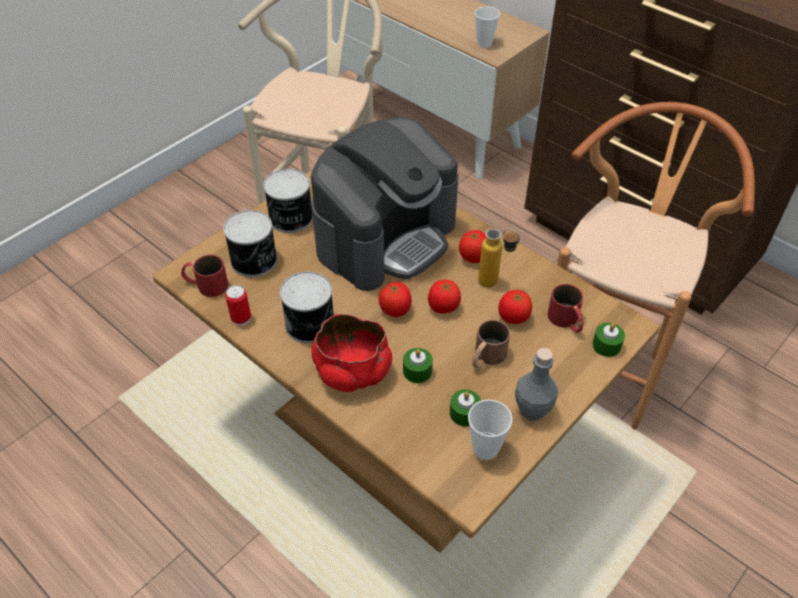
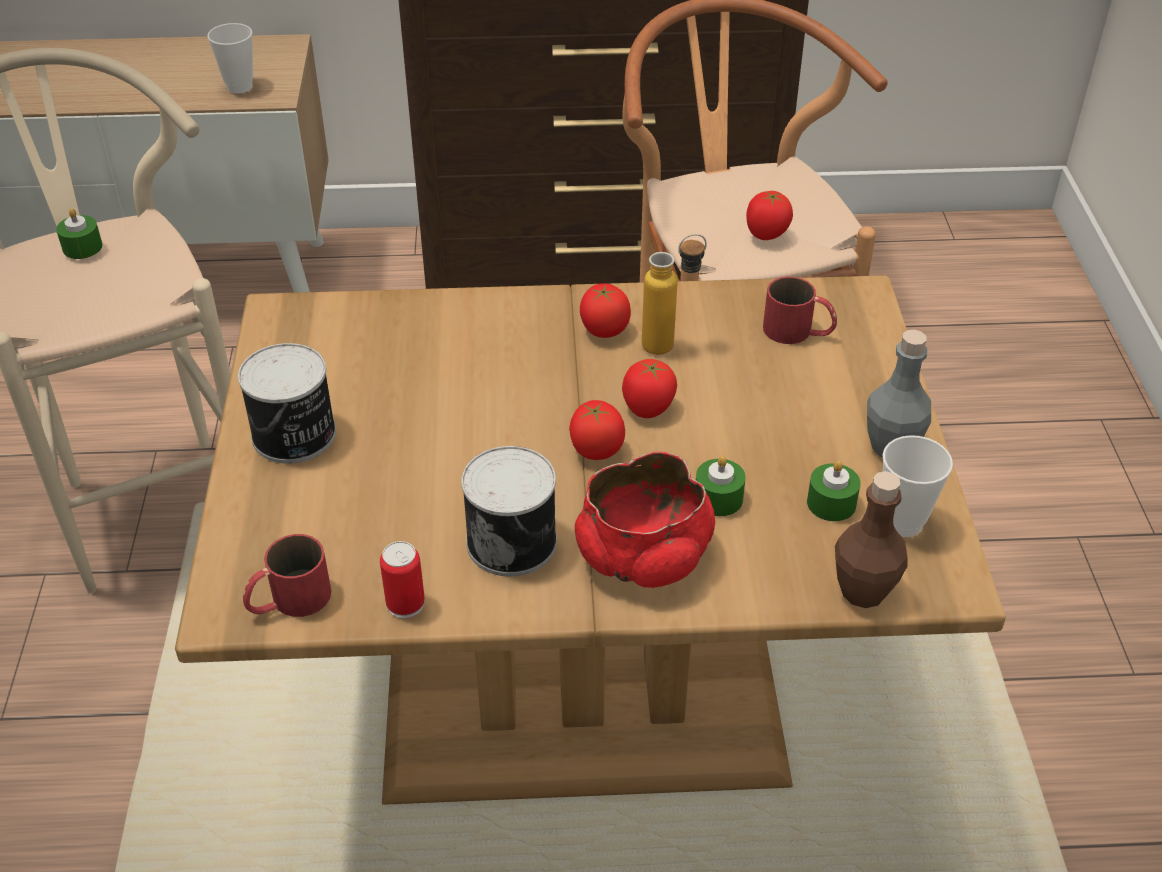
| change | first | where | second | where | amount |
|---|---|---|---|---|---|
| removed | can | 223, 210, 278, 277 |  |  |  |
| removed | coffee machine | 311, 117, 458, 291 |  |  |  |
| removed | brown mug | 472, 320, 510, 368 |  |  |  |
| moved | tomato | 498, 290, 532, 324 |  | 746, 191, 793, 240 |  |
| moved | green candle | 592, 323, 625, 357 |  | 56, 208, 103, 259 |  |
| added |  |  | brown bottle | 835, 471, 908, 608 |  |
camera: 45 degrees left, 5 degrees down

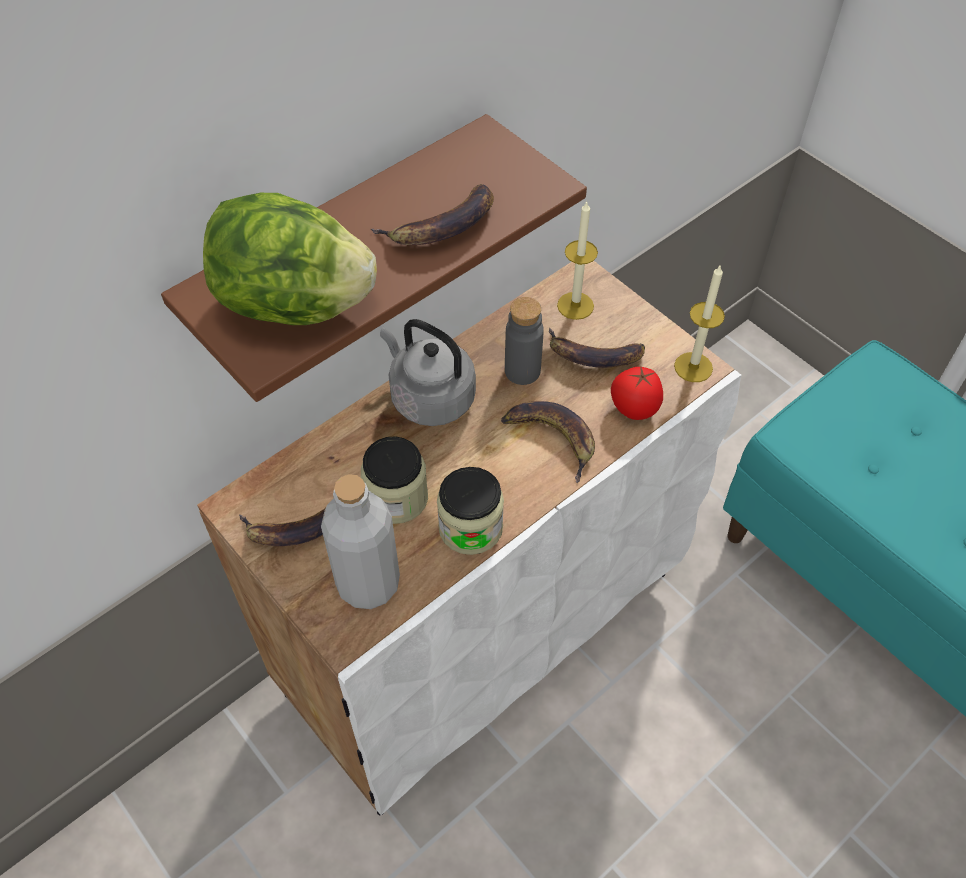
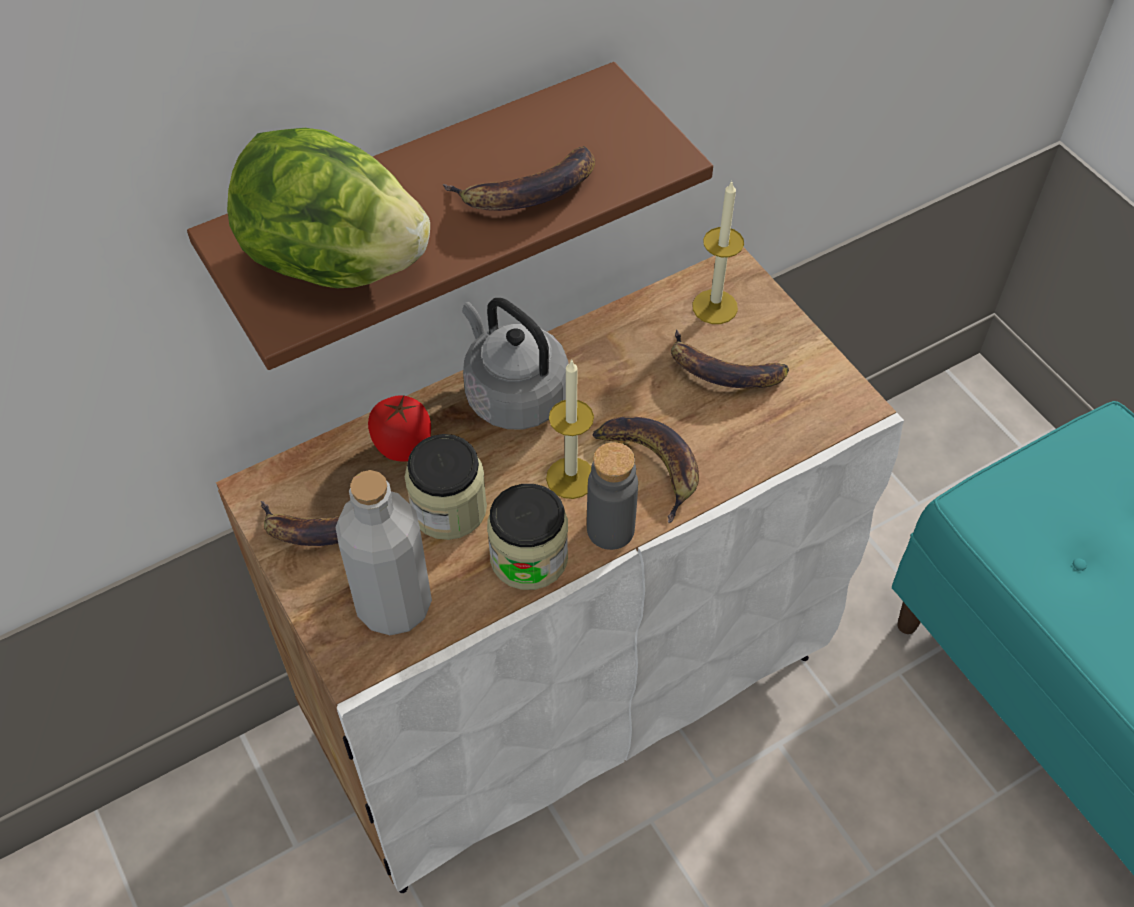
| change | first | where | second | where | amount |
|---|---|---|---|---|---|
| moved | grey bottle | 505, 297, 544, 385 |  | 587, 442, 638, 550 |  |
| moved | tomato | 611, 367, 663, 420 |  | 368, 395, 431, 462 |  |
| moved | candle | 674, 264, 725, 382 |  | 546, 359, 594, 499 |  |
camera: 10 degrees right, 0 degrees up

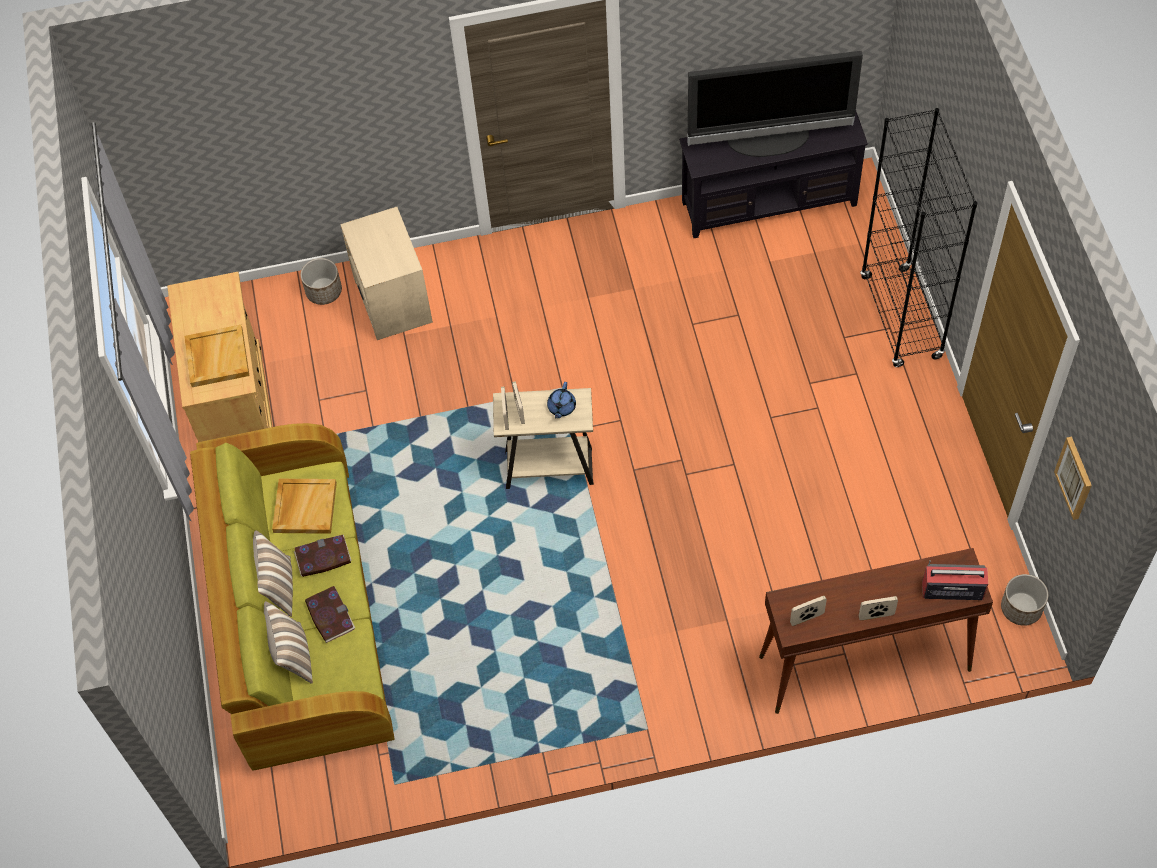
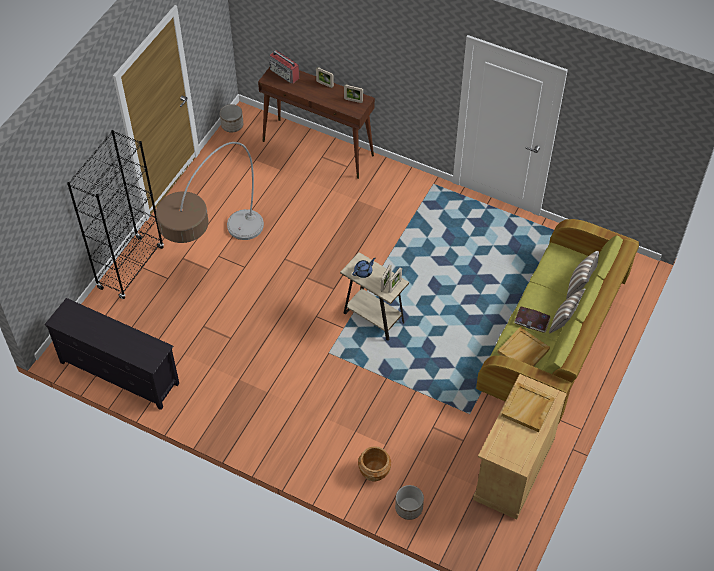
| change | first | where | second | where | amount |
|---|---|---|---|---|---|
| removed | book | 305, 586, 355, 643 |  |  |  |
| replaced | beige side table | 340, 207, 433, 340 | brown planter | 358, 446, 391, 481 |  |
| removed | television | 687, 51, 863, 157 |  |  |  |
| removed | picture | 1054, 436, 1092, 520 |  |  |  |
| added |  |  | floor lamp | 156, 142, 264, 243 |  |
camera: 145 degrees left, 5 degrees down

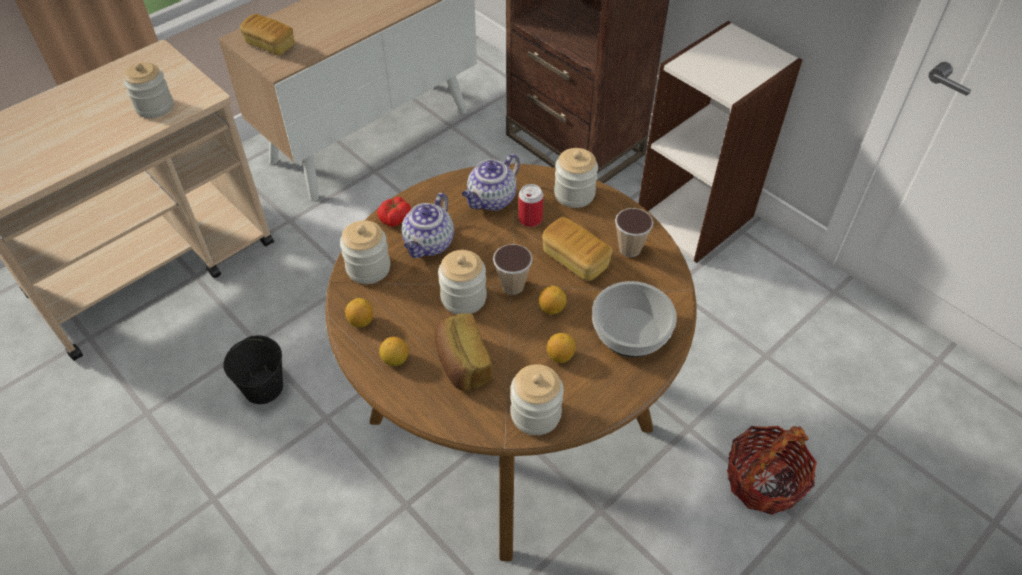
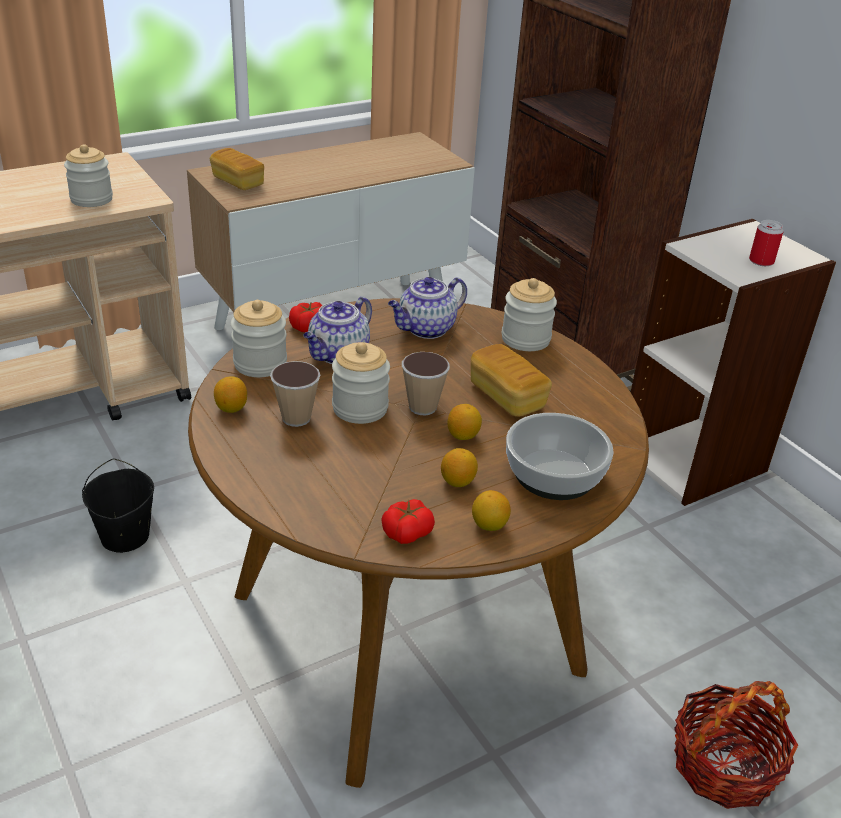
| change | first | where | second | where | amount |
|---|---|---|---|---|---|
| moved | lemon | 379, 337, 409, 366 |  | 472, 490, 511, 531 |  |
| removed | bread | 435, 314, 493, 391 |  |  |  |
| replaced | jar | 510, 364, 564, 435 | tomato | 381, 499, 435, 544 |  |
| moved | can | 519, 184, 543, 227 |  | 749, 220, 784, 266 |  |
| moved | cup | 615, 208, 654, 257 |  | 270, 361, 320, 427 |  |
camera: 10 degrees right, 15 degrees down

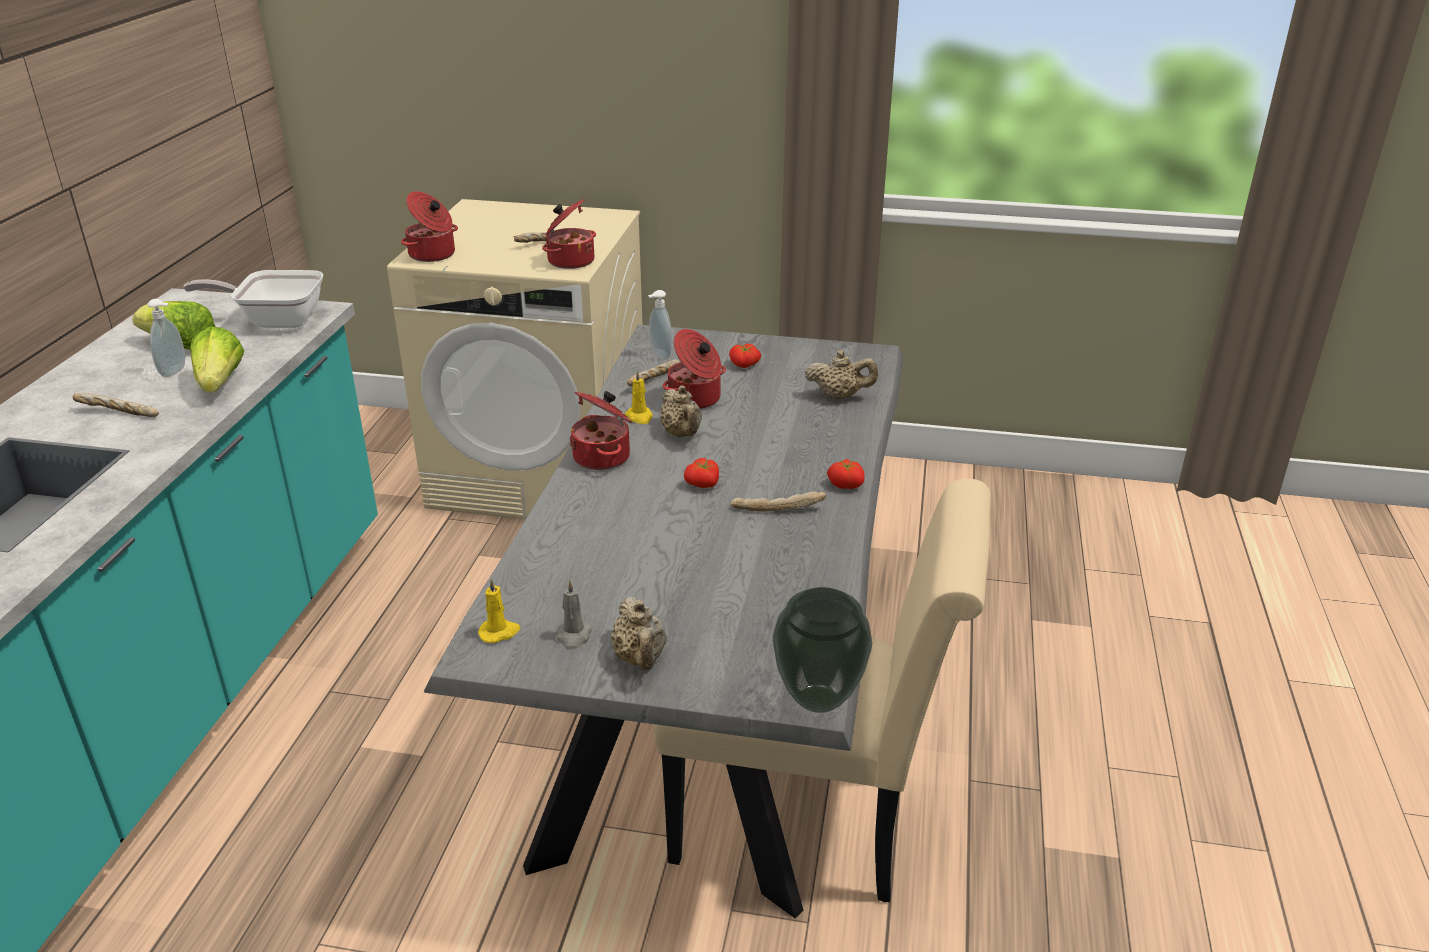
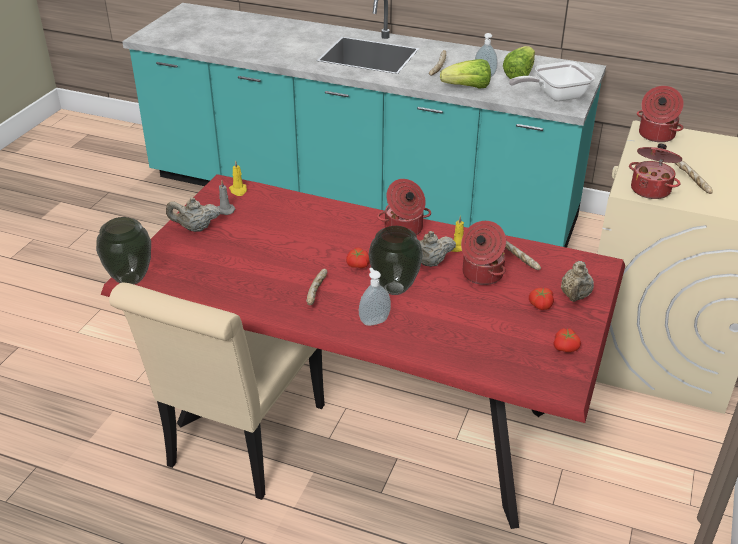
| change | first | where | second | where | amount |
|---|---|---|---|---|---|
| turned | frying pan | 183, 270, 324, 328 |  | 509, 61, 595, 102 | 120 degrees counterclockwise |
| recoloured | grey dining table | 424, 325, 903, 918 | red dining table | 101, 174, 625, 529 |  |
| moved | soap dispenser | 648, 290, 672, 360 |  | 359, 268, 391, 326 |  |
| moved | beige teapot | 805, 350, 878, 399 |  | 561, 261, 594, 302 |  |
| moved | tomato | 827, 459, 865, 489 |  | 553, 328, 581, 352 |  |
| added |  |  | vase | 368, 226, 423, 295 |  |
camera: 100 degrees right, 5 degrees up

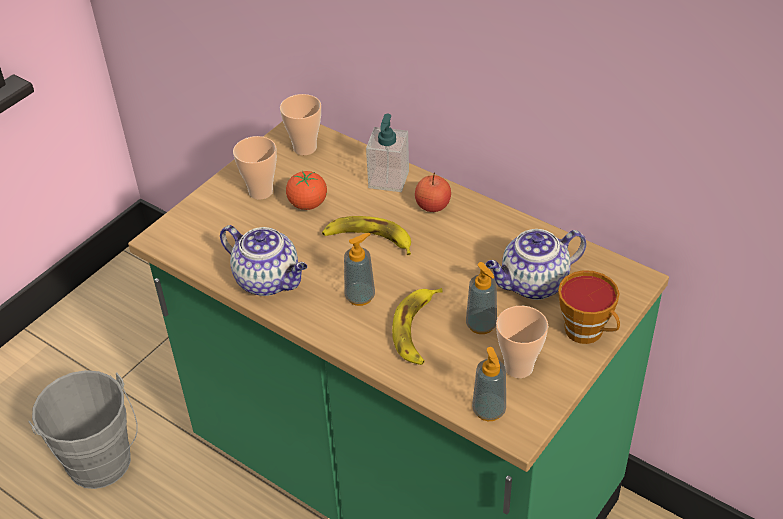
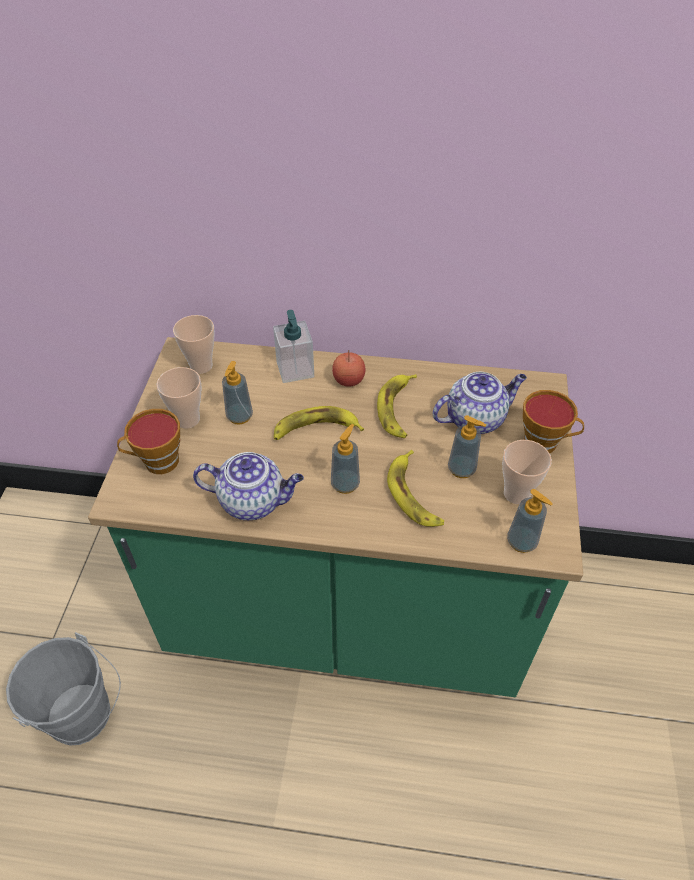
| change | first | where | second | where | amount |
|---|---|---|---|---|---|
| replaced | tomato | 286, 171, 327, 210 | soap dispenser | 222, 361, 253, 425 |  |
| turned | teapot | 486, 229, 586, 300 |  | 432, 372, 527, 434 | 150 degrees counterclockwise |
| added |  |  | cup | 117, 409, 180, 474 |  |
| added |  |  | banana | 377, 374, 417, 438 |  |
camera: 30 degrees left, 5 degrees up

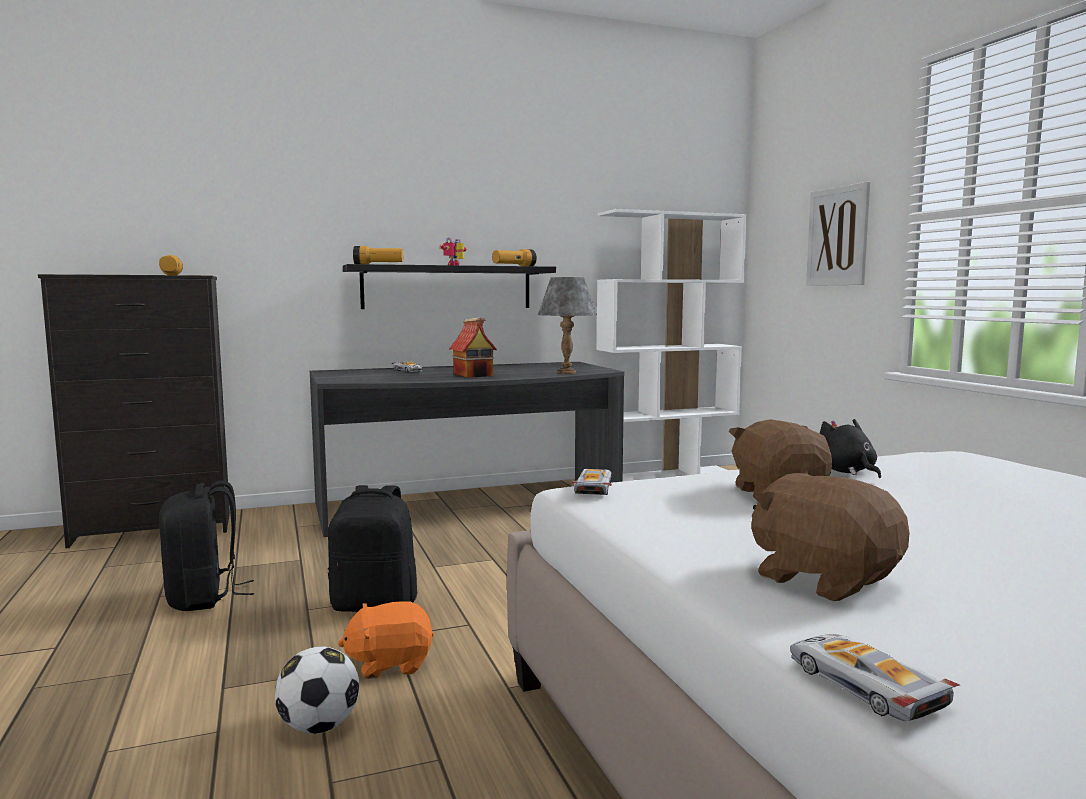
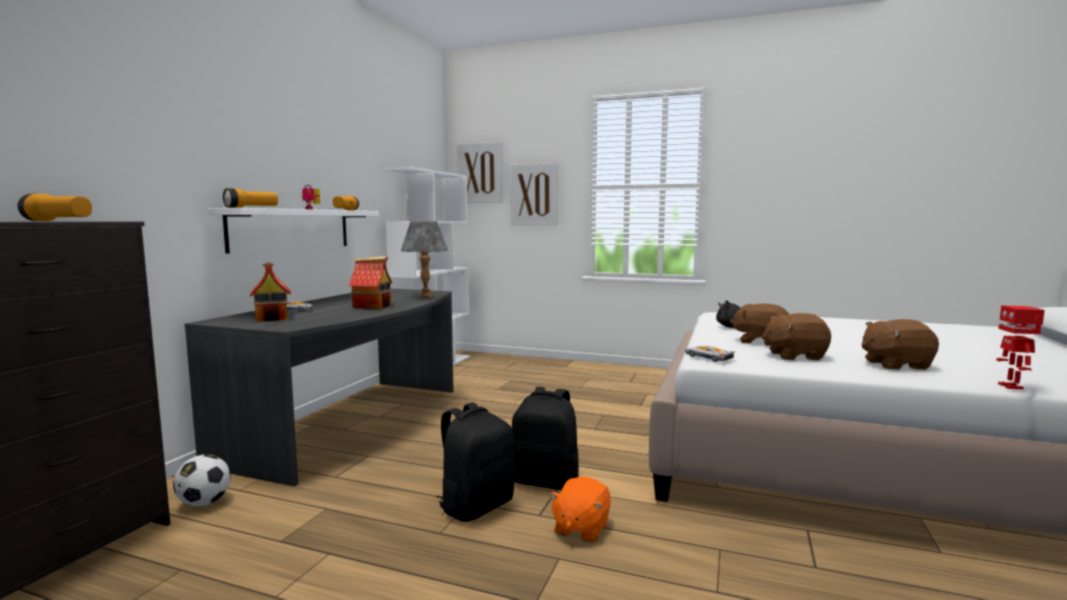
| change | first | where | second | where | amount |
|---|---|---|---|---|---|
| moved | black backpack | 159, 480, 254, 611 |  | 512, 387, 579, 490 |  |
| moved | football | 275, 647, 359, 734 |  | 173, 454, 231, 506 |  |
| recoloured | black shelf | 343, 264, 556, 309 | white shelf | 207, 208, 379, 254 |  |
| replaced | toy car | 790, 634, 960, 721 | toy robot | 996, 305, 1045, 389 |  |
| added |  |  | toy house | 249, 262, 291, 322 |  |
| added |  |  | picture | 457, 142, 503, 203 |  |
| added |  |  | brown plush toy | 762, 313, 831, 360 |  |
camera: 50 degrees left, 0 degrees up

